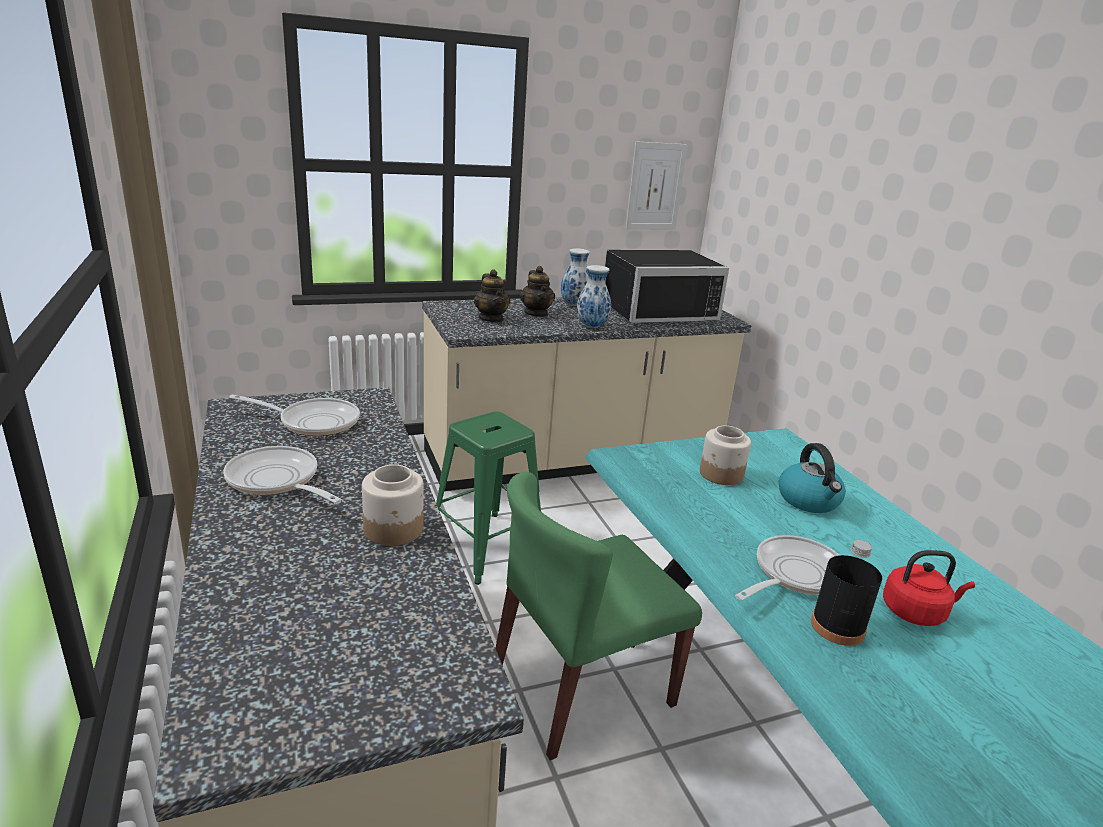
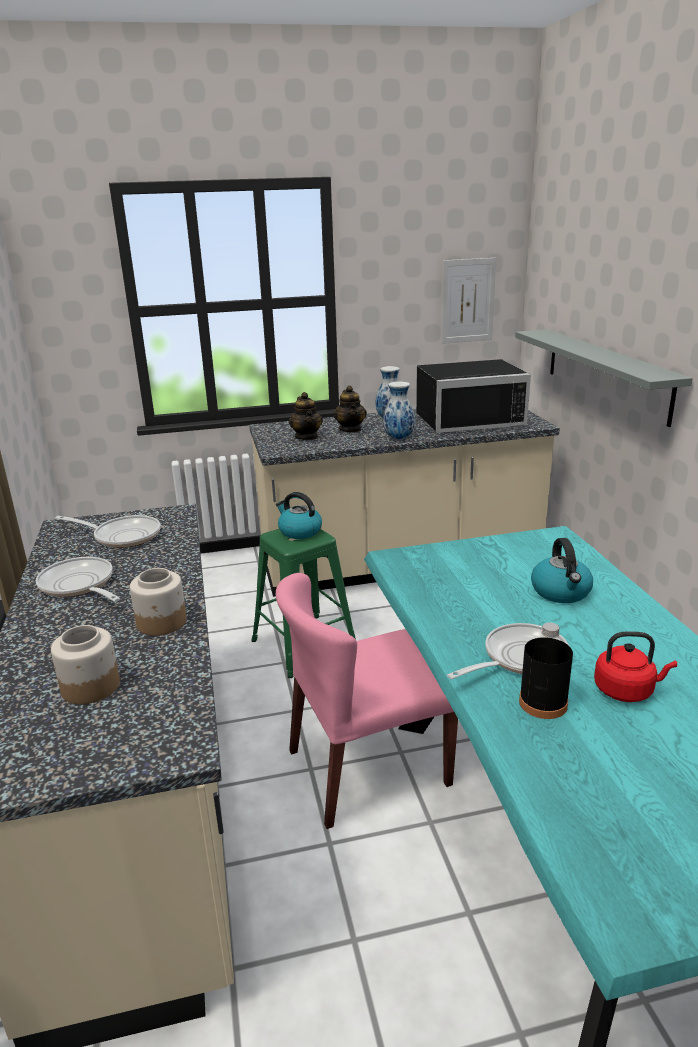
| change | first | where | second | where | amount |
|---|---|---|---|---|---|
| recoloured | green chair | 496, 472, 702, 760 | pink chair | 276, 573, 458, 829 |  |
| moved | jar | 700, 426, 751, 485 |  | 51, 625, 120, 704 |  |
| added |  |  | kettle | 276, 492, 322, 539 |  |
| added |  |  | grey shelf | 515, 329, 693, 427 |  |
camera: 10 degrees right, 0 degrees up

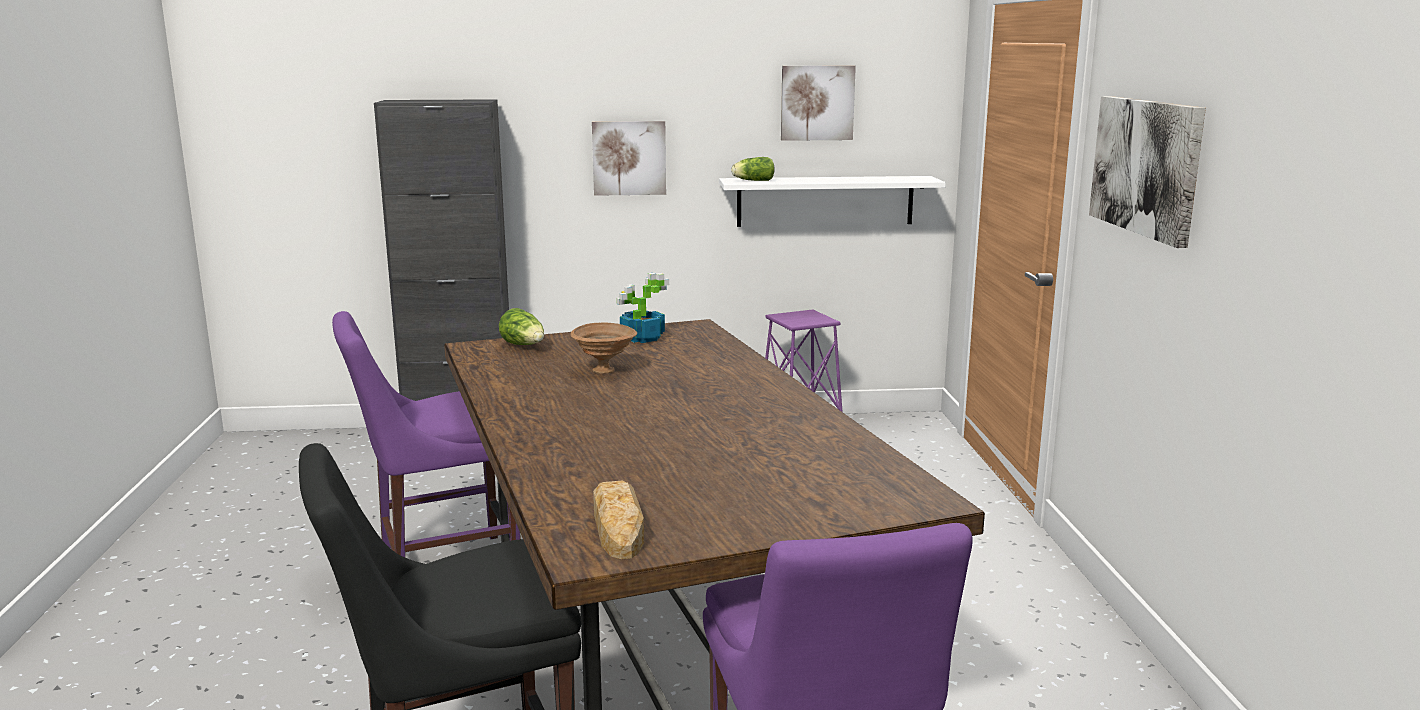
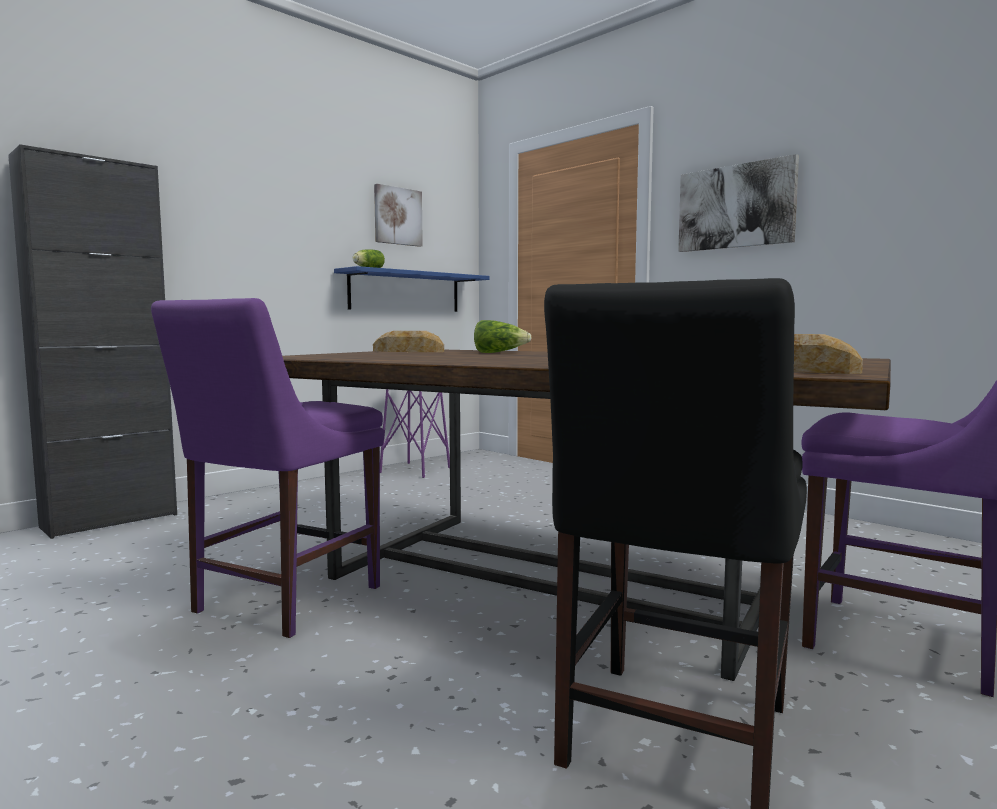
| change | first | where | second | where | amount |
|---|---|---|---|---|---|
| moved | lettuce | 499, 308, 544, 345 |  | 474, 320, 532, 353 |  |
| removed | brown bowl | 570, 323, 637, 374 |  |  |  |
| removed | picture | 592, 121, 666, 196 |  |  |  |
| replaced | potted plant | 616, 273, 669, 343 | bread | 373, 331, 444, 352 |  |
| recoloured | white shelf | 719, 176, 946, 227 | blue shelf | 334, 266, 490, 312 |  |
camera: 40 degrees left, 10 degrees down

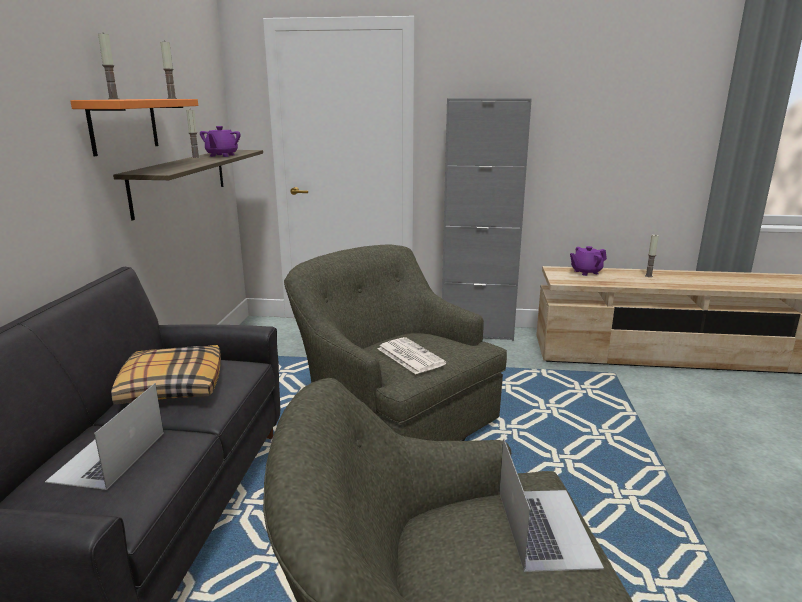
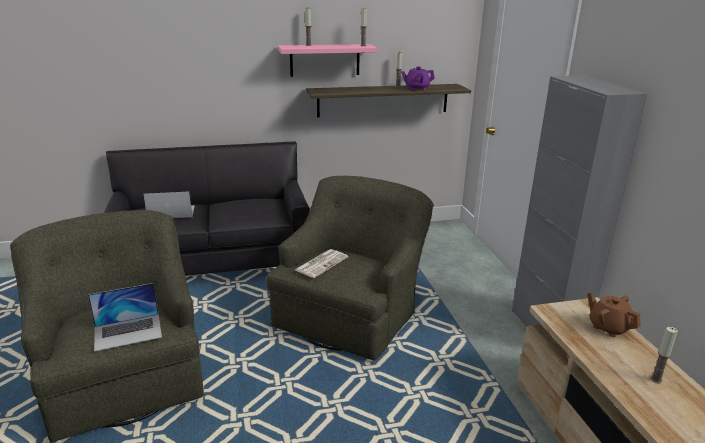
| change | first | where | second | where | amount |
|---|---|---|---|---|---|
| recoloured | orange shelf | 70, 99, 198, 156 | pink shelf | 278, 44, 378, 77 |  |
| removed | pillow | 111, 345, 221, 405 |  |  |  |
| recoloured | purple teapot | 570, 246, 607, 276 | brown teapot | 587, 292, 640, 337 |  |
camera: 70 degrees right, 5 degrees up

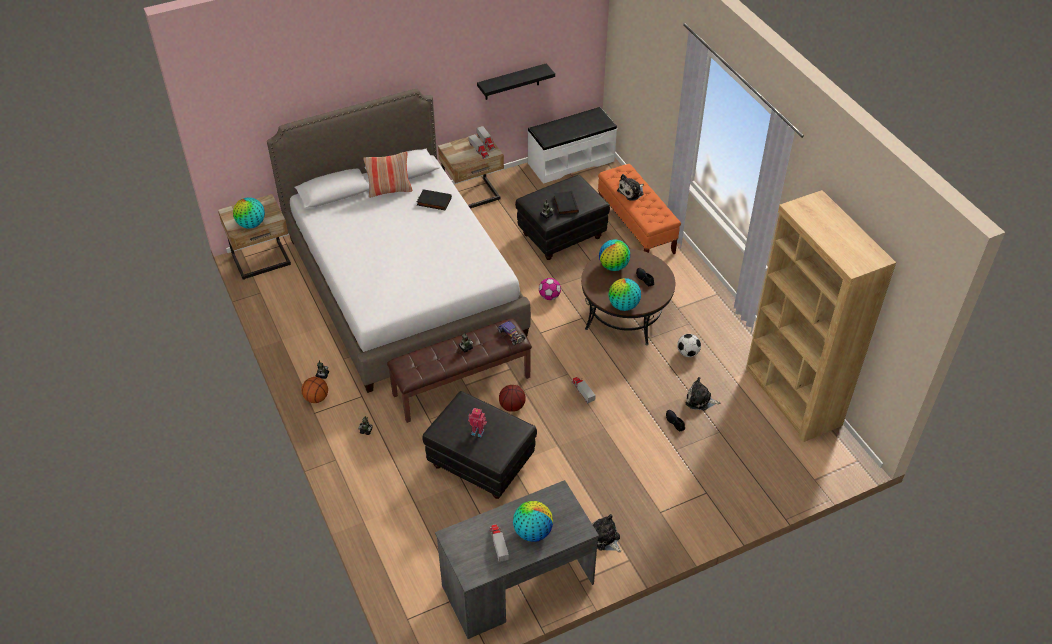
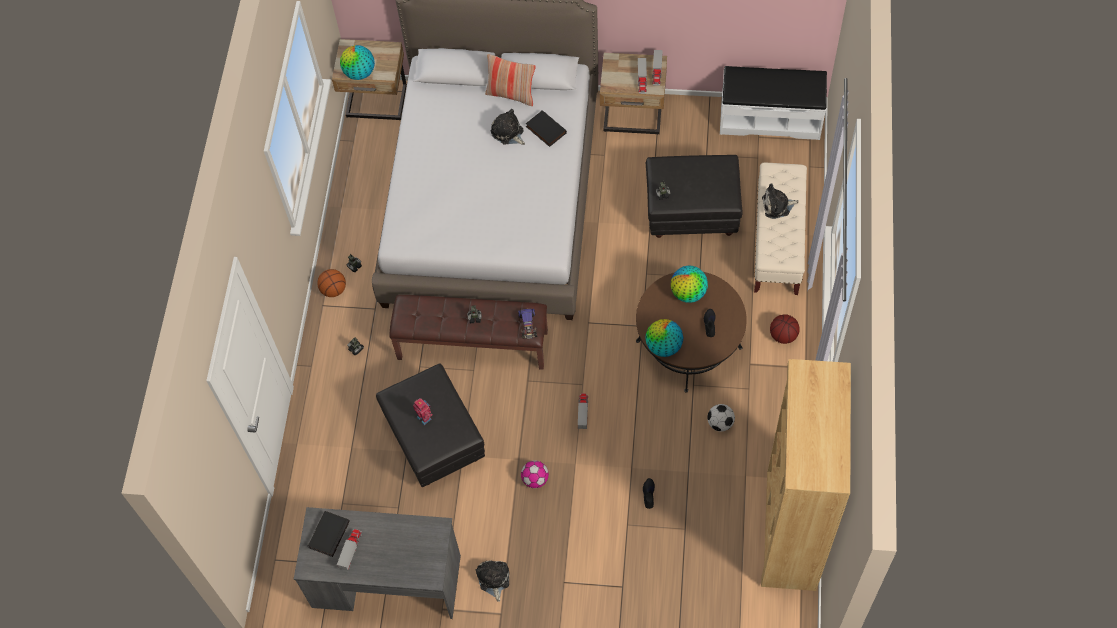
| change | first | where | second | where | amount |
|---|---|---|---|---|---|
| removed | black shelf | 477, 63, 555, 100 |  |  |  |
| moved | basketball | 499, 385, 526, 412 |  | 770, 314, 800, 344 |  |
| removed | globe | 513, 501, 553, 542 |  |  |  |
| moved | football | 539, 278, 561, 300 |  | 521, 461, 549, 488 |  |
| moved | black book | 554, 191, 579, 215 |  | 308, 511, 350, 557 |  |
| recoloured | orange bench | 598, 164, 681, 254 | beige bench | 754, 163, 807, 295 |  |
| moved | plush toy | 686, 377, 721, 410 |  | 491, 109, 525, 145 |  |
camera: 35 degrees right, 15 degrees up

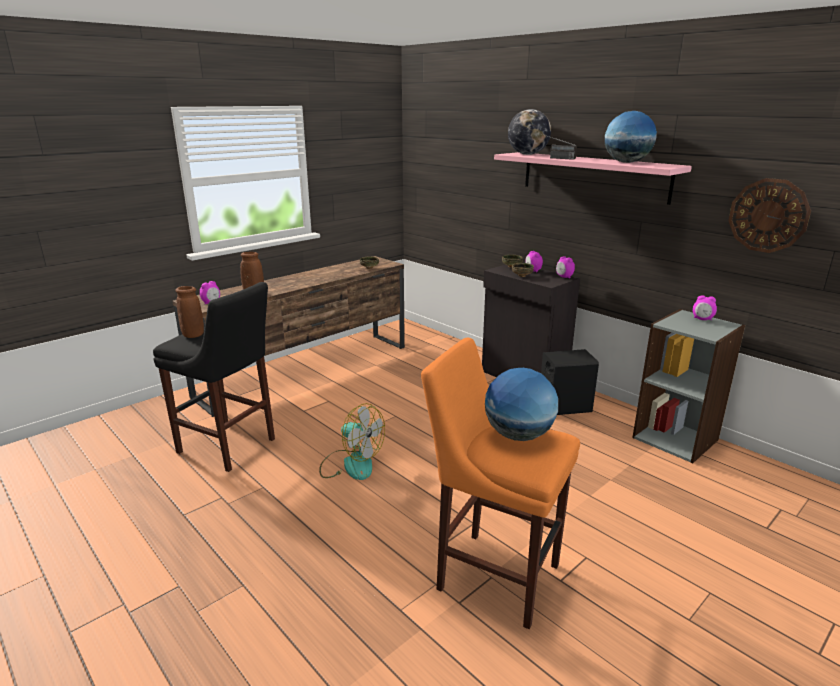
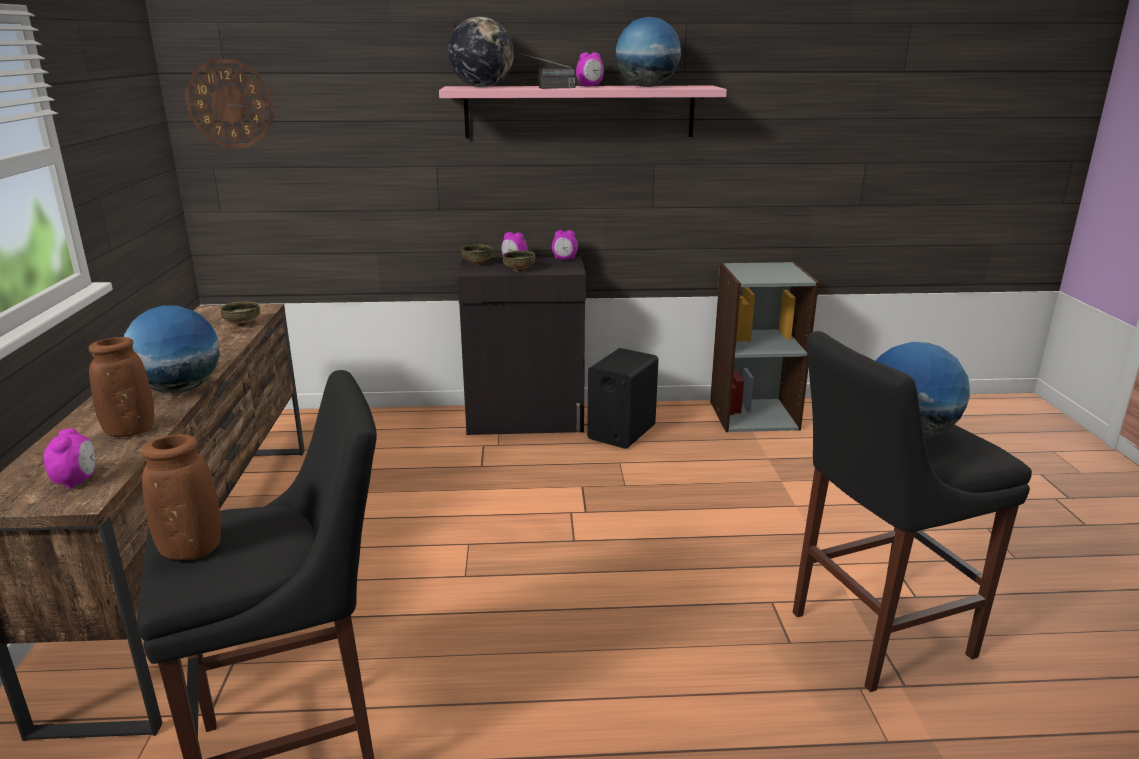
| change | first | where | second | where | amount |
|---|---|---|---|---|---|
| removed | fan | 319, 403, 385, 480 |  |  |  |
| recoloured | orange stool | 421, 338, 580, 629 | black stool | 793, 331, 1032, 692 |  |
| moved | alarm clock | 693, 295, 717, 320 |  | 576, 52, 604, 86 |  |
| moved | wall clock | 728, 178, 811, 253 |  | 185, 59, 274, 148 |  |
| added |  |  | globe | 124, 306, 220, 393 |  |
camera: 50 degrees left, 0 degrees up

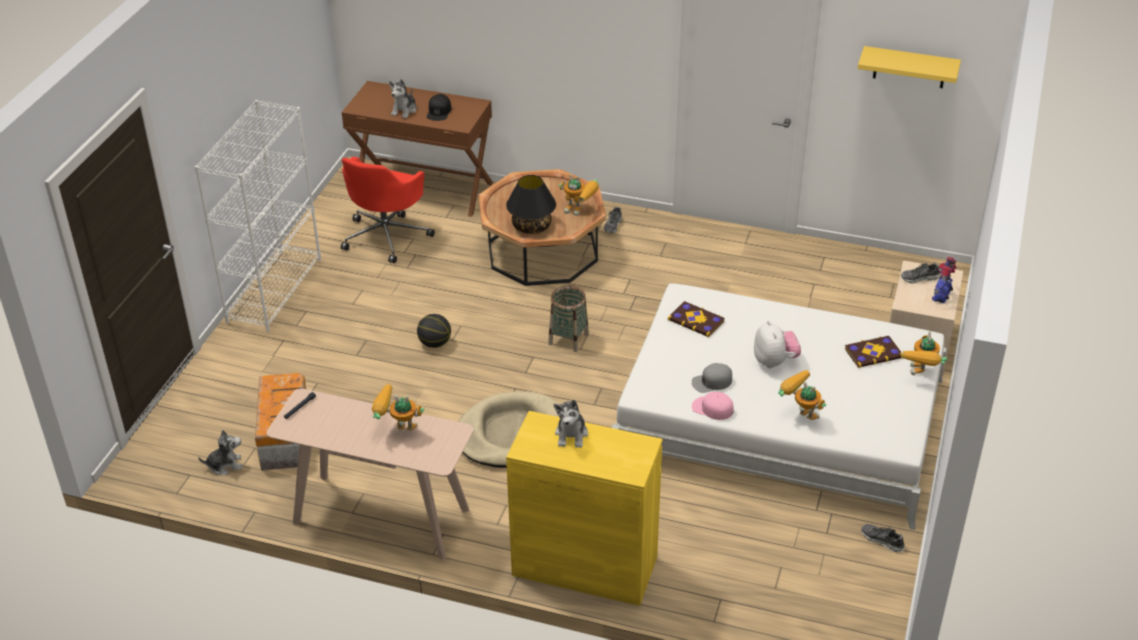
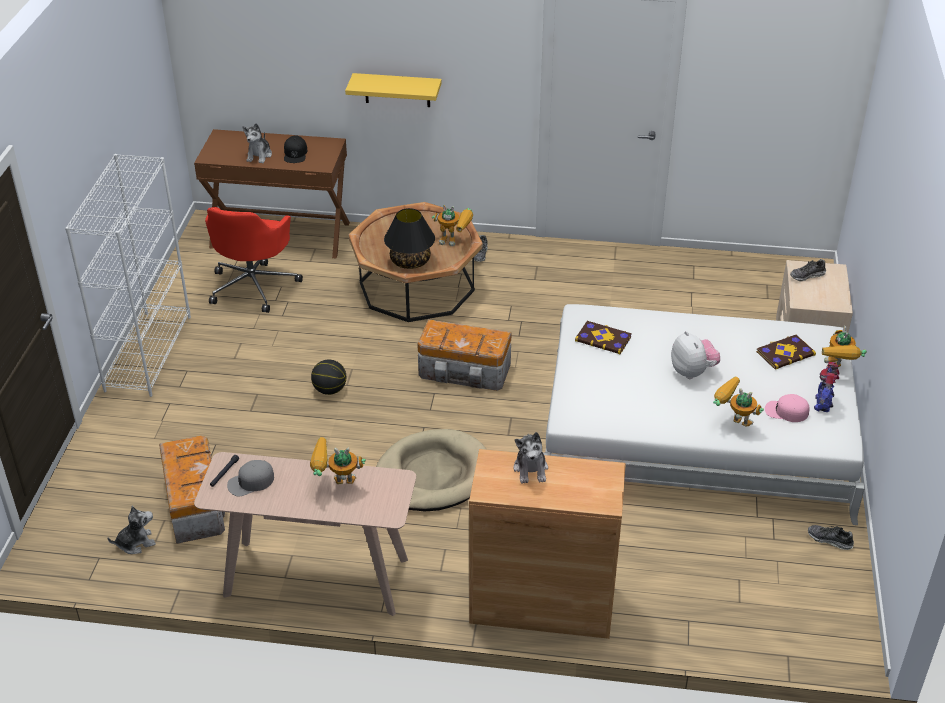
| change | first | where | second | where | amount |
|---|---|---|---|---|---|
| recoloured | yellow cabinet | 506, 411, 663, 606 | brown cabinet | 469, 449, 626, 639 |  |
| replaced | basket | 548, 286, 589, 352 | storage box | 418, 319, 511, 391 |  |
| moved | grey cap | 692, 363, 732, 393 |  | 227, 460, 274, 497 |  |
| moved | pink cap | 692, 392, 734, 420 |  | 765, 394, 810, 422 |  |
| moved | yellow shelf | 858, 46, 961, 88 |  | 345, 73, 442, 107 |  |
| moved | toy robot | 932, 257, 956, 303 |  | 814, 362, 840, 412 |  |
camera: 10 degrees left, 0 degrees up

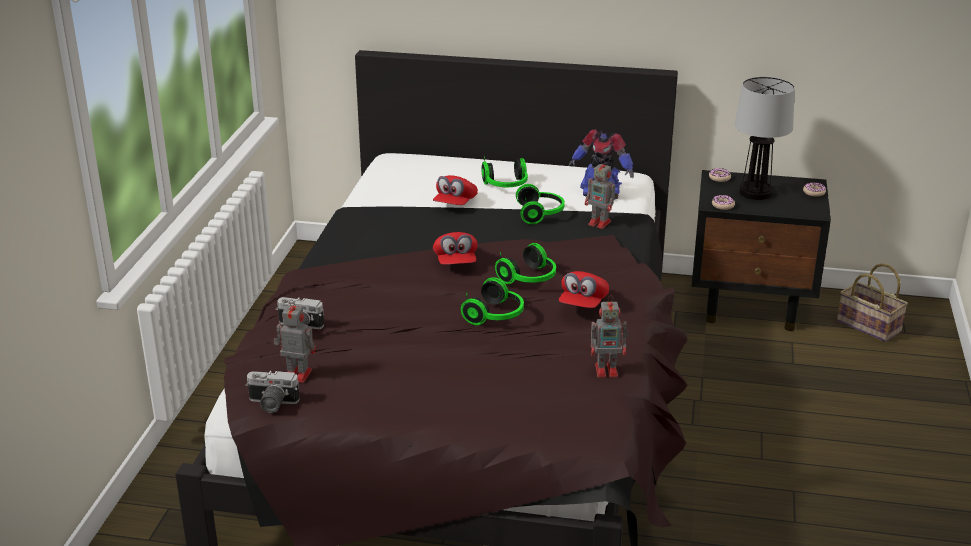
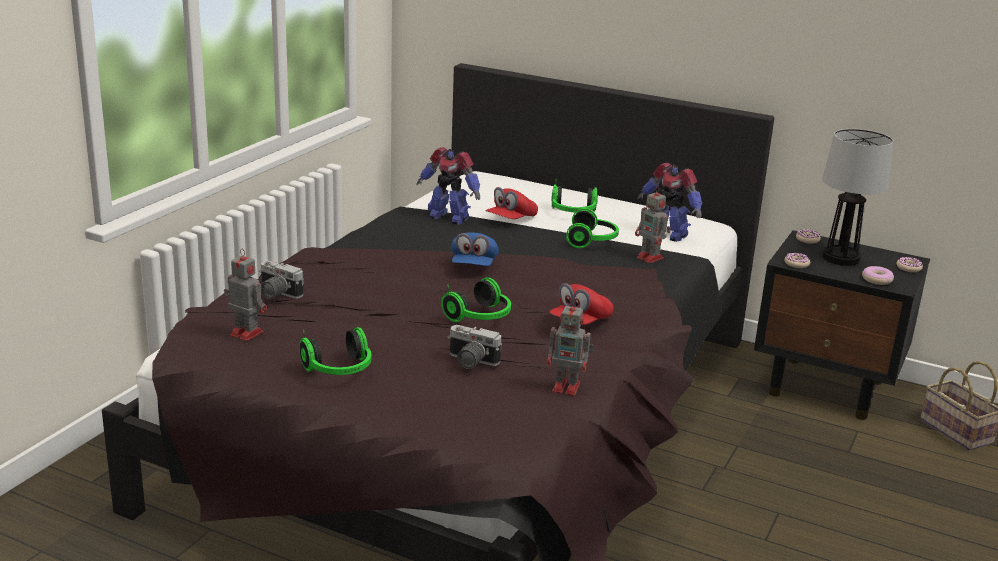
| change | first | where | second | where | amount |
|---|---|---|---|---|---|
| moved | photo camera | 245, 371, 299, 413 |  | 448, 325, 502, 369 |  |
| recoloured | red cap | 433, 232, 478, 265 | blue cap | 451, 232, 499, 266 |  |
| moved | headphones | 495, 243, 556, 284 |  | 299, 327, 371, 375 |  |
| added |  |  | toy robot | 416, 147, 480, 225 |  |
| added |  |  | donut | 862, 266, 894, 285 |  |
camera: 15 degrees right, 5 degrees down

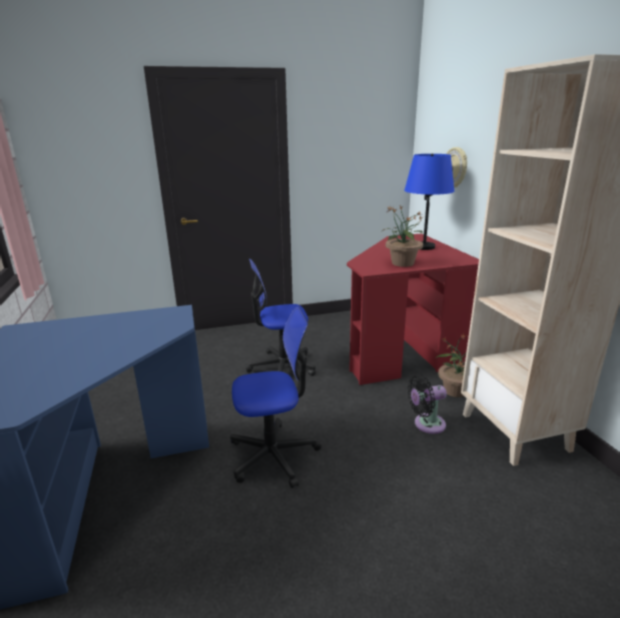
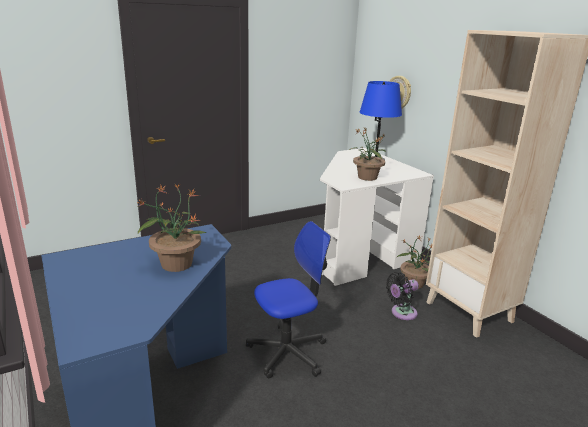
| change | first | where | second | where | amount |
|---|---|---|---|---|---|
| removed | office chair | 246, 259, 316, 376 |  |  |  |
| recoloured | red desk | 347, 233, 479, 385 | white desk | 320, 148, 434, 286 |  |
| added |  |  | potted plant | 136, 183, 206, 272 |  |
camera: 15 degrees left, 0 degrees up

